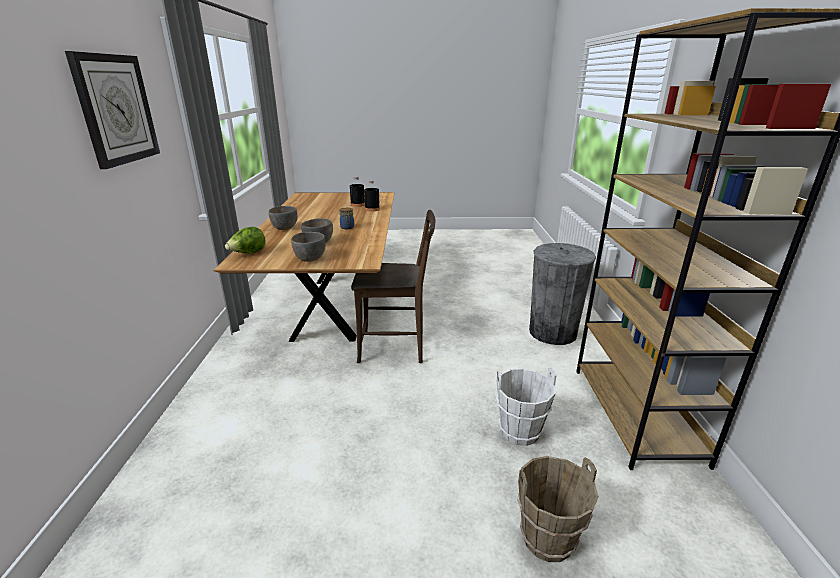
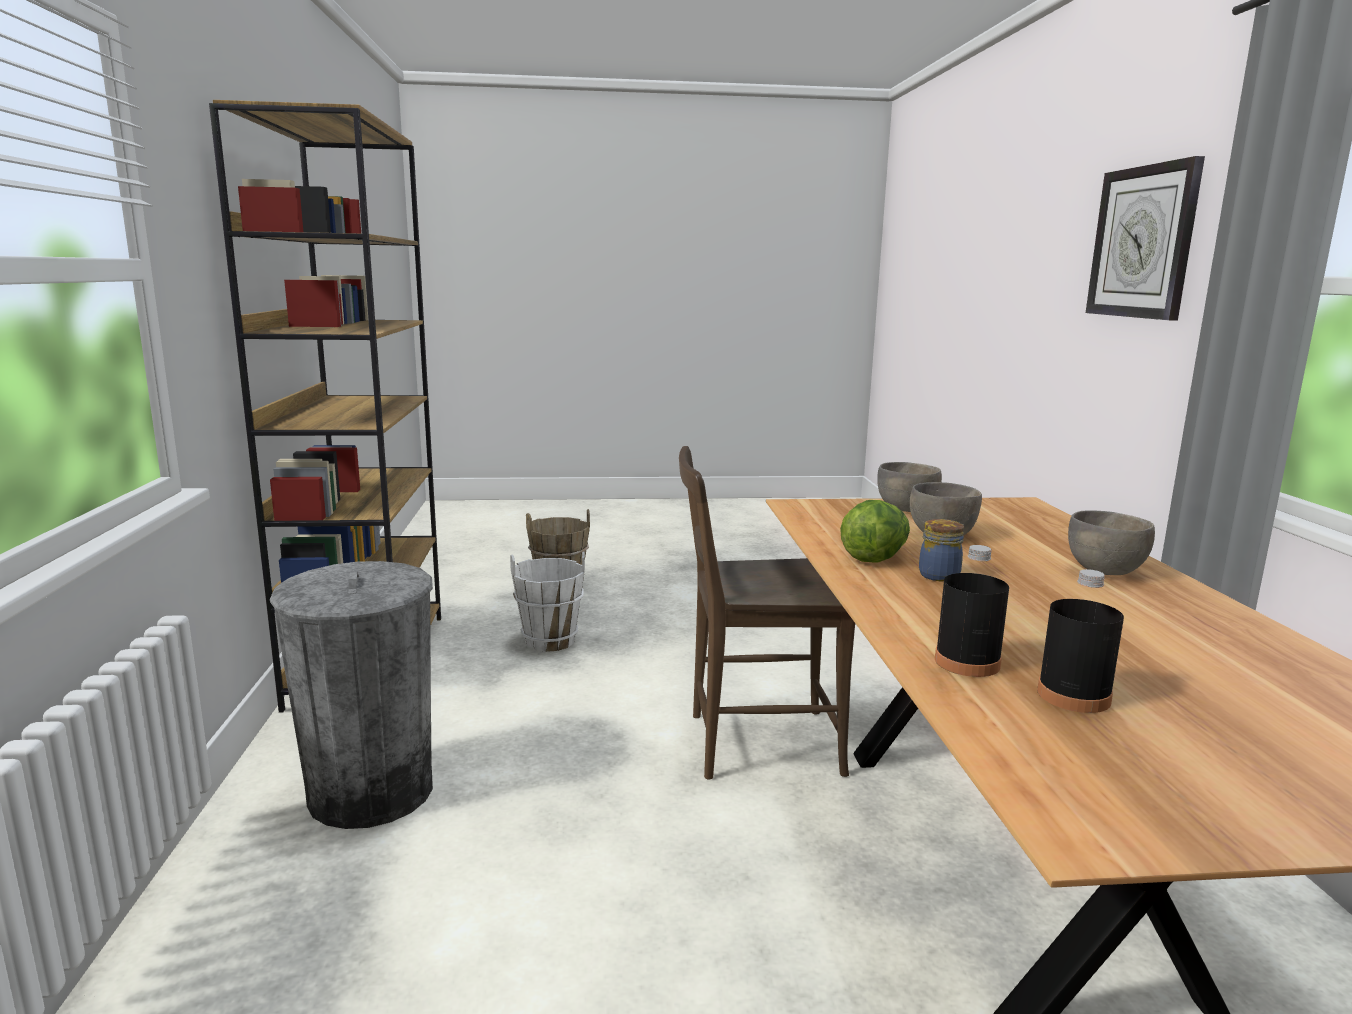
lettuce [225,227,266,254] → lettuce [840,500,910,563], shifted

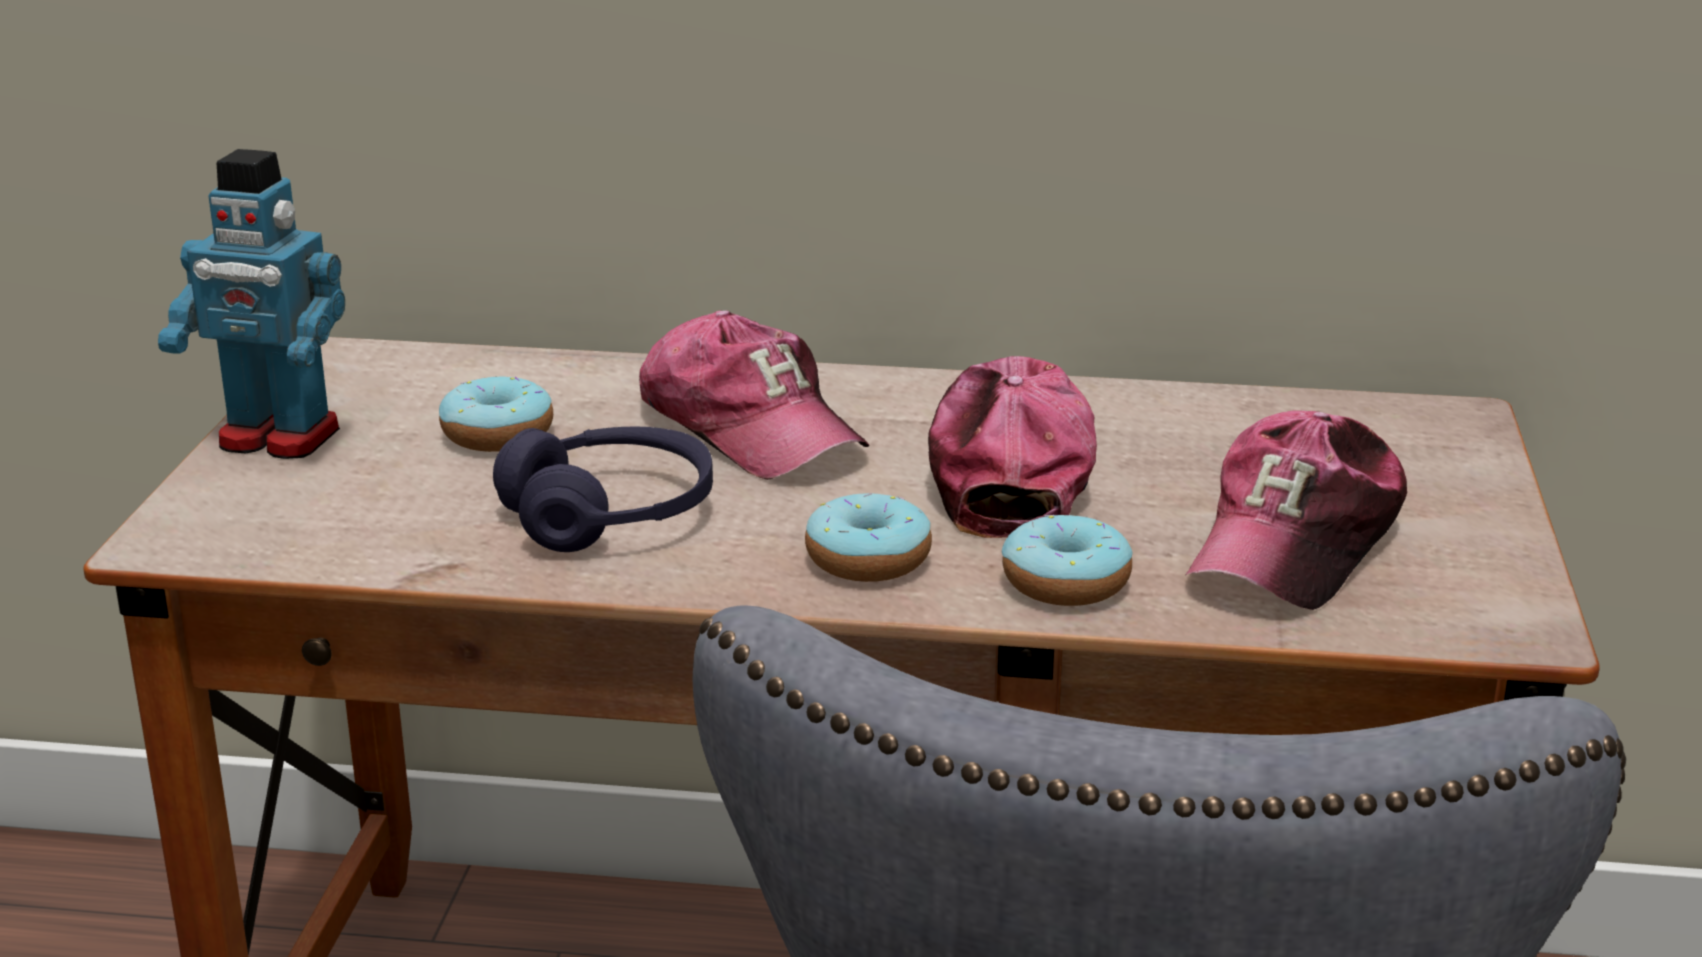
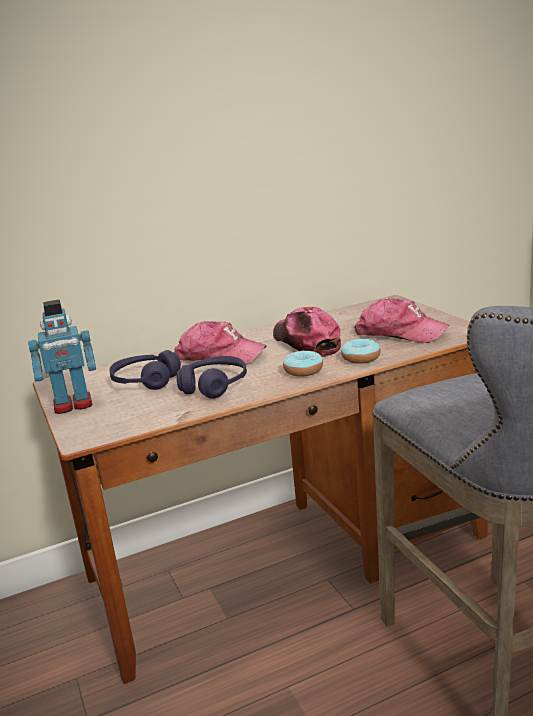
donut [439,376,553,452] → purple headphones [109,350,181,390]
cap [1185,410,1407,610] → cap [354,298,449,343], 60 degrees counterclockwise

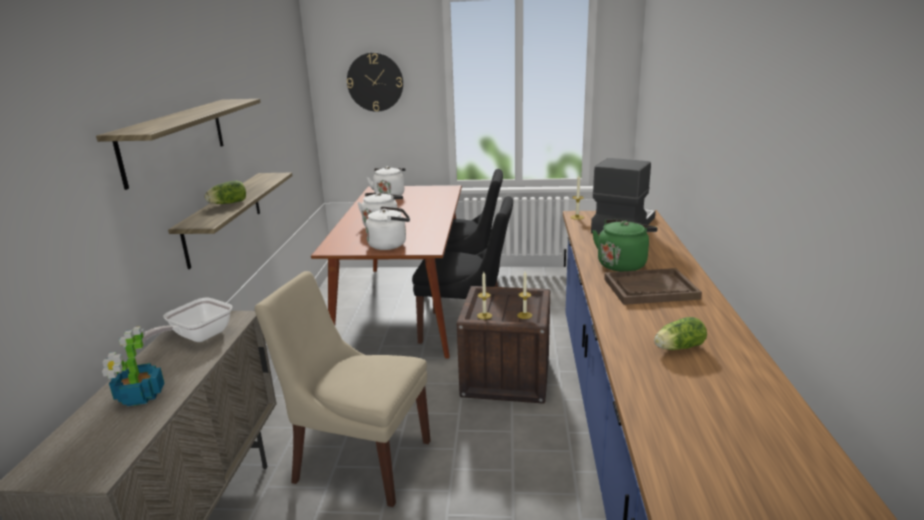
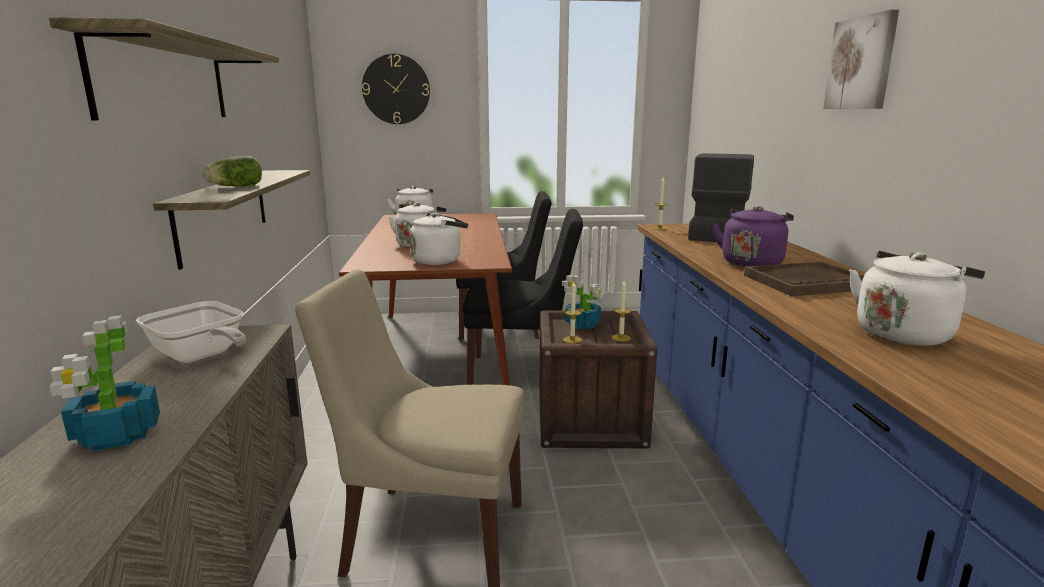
- → potted plant [562,275,604,330]
- → picture [823,9,899,109]
lettuce [654,317,707,350] → white kettle [849,251,985,346]
green kettle [592,219,658,272] → purple kettle [712,206,794,267]
frying pan [142,298,232,342] → frying pan [136,301,246,363], 75 degrees counterclockwise

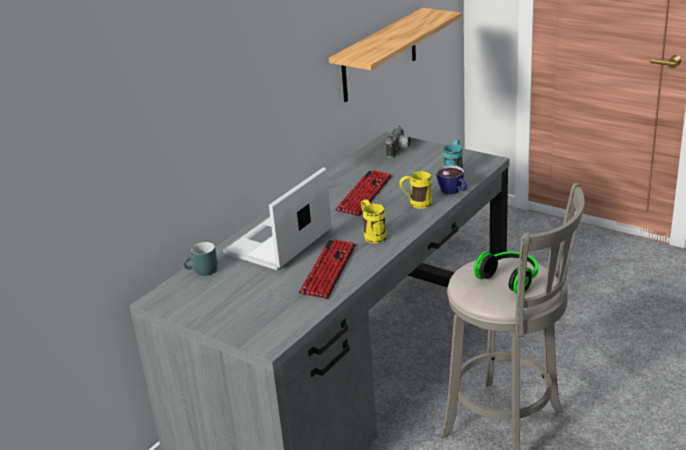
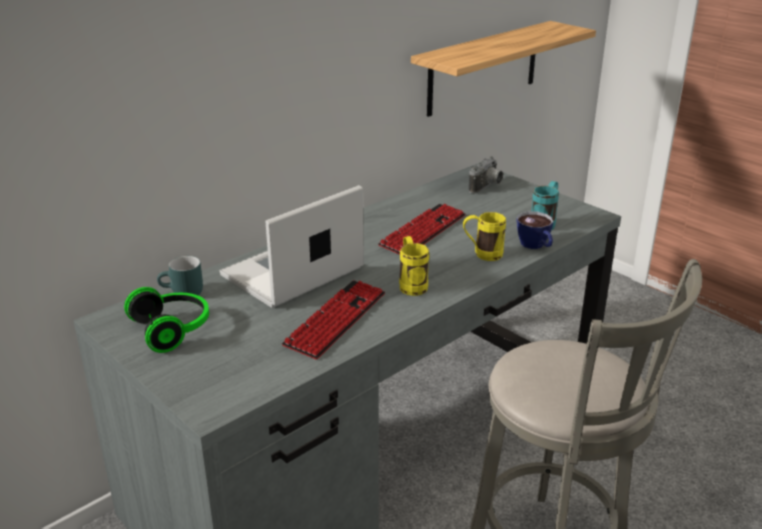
headphones [474,252,538,294] → headphones [124,287,209,353], shifted

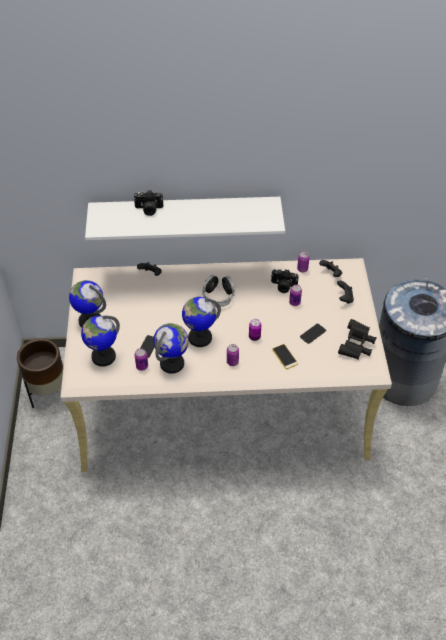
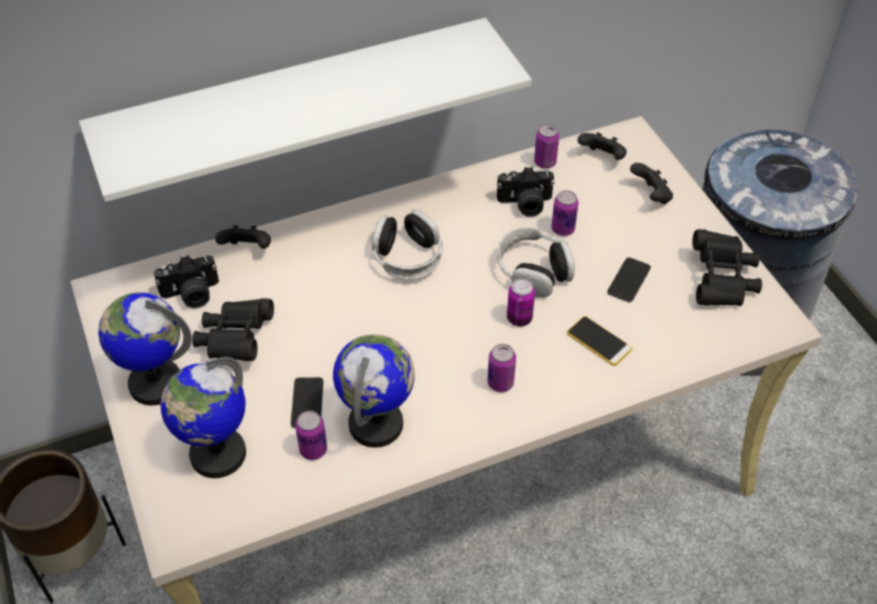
globe [182,297,221,347] → -
- → black binoculars [192,298,274,361]
- → headphones [497,227,575,298]
photo camera [134,190,163,216] → photo camera [154,255,219,308], shifted

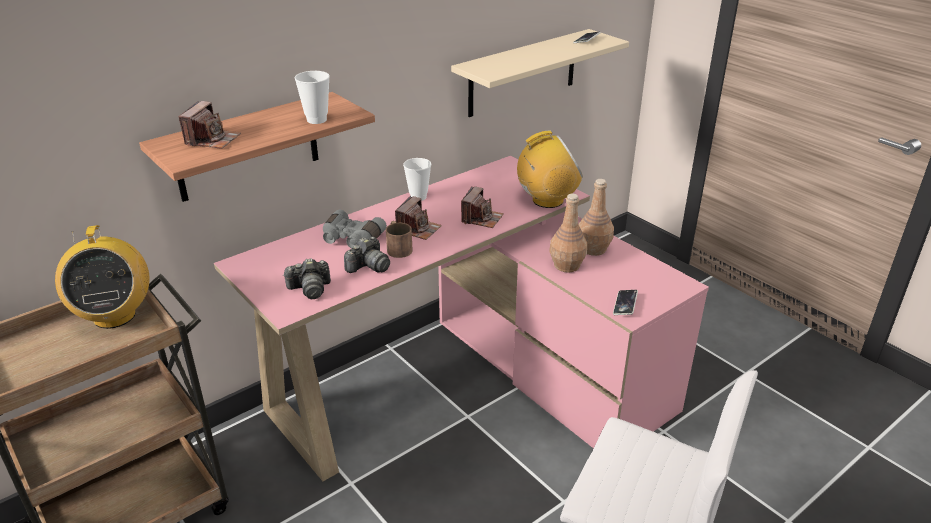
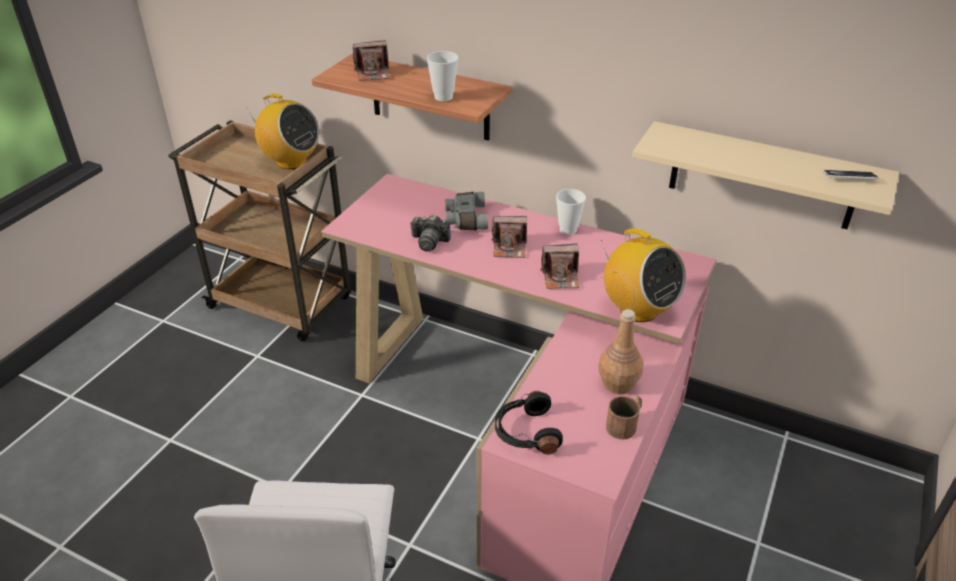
photo camera [283,258,331,299] → -
brown bottle [550,194,587,272] → -
brown mug [386,221,412,258] → brown mug [606,395,642,440], shifted
phone [613,290,638,315] → black headphones [495,391,563,455]
radio [55,225,150,329] → radio [247,94,319,169], 105 degrees counterclockwise

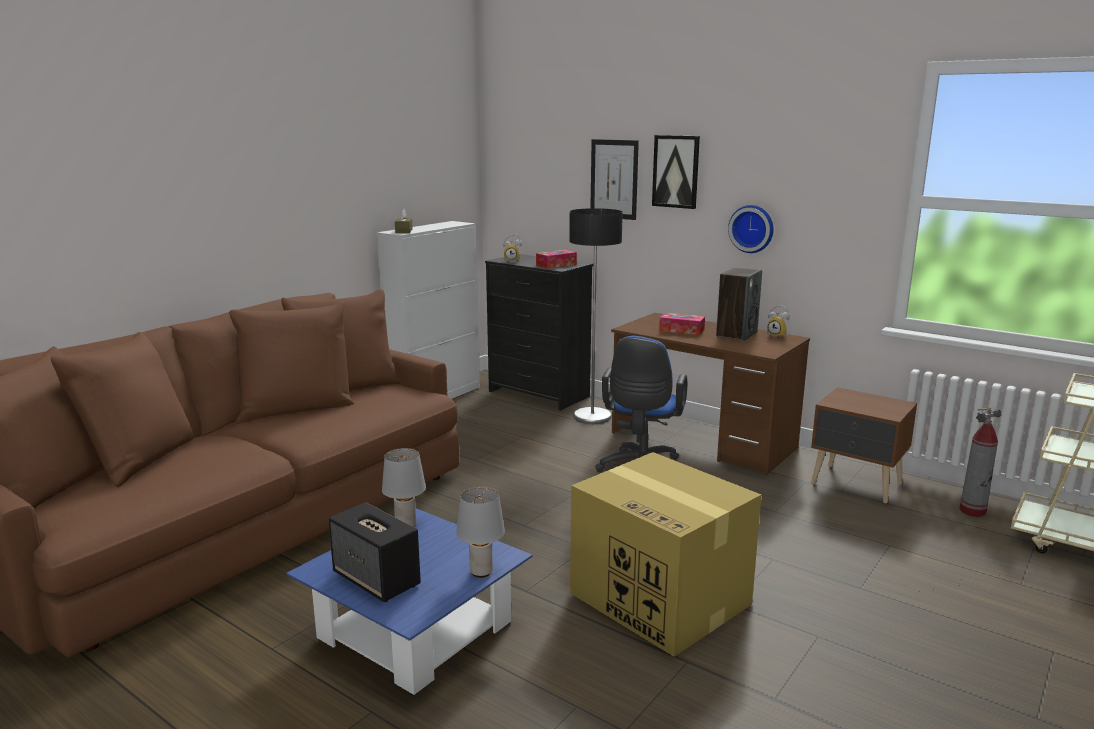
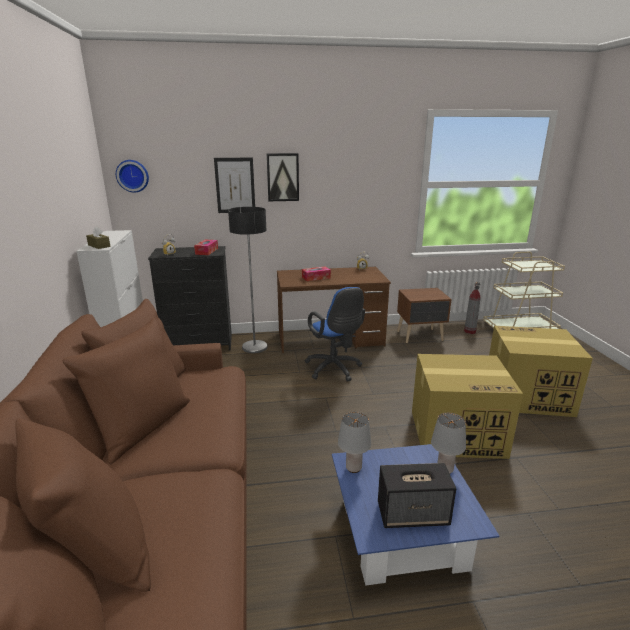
speaker [716,268,762,341] → -
- → cardboard box [489,326,593,417]
wall clock [728,205,774,253] → wall clock [116,160,149,193], shifted

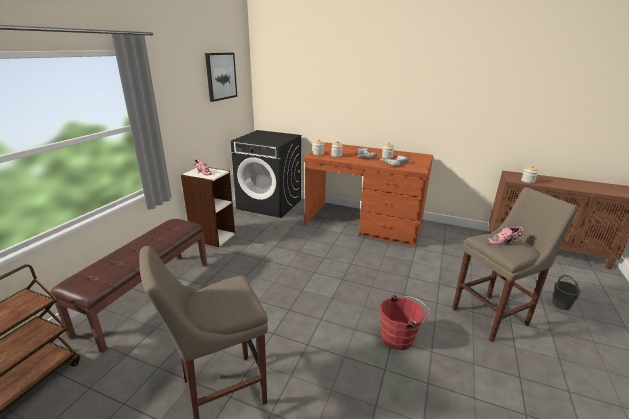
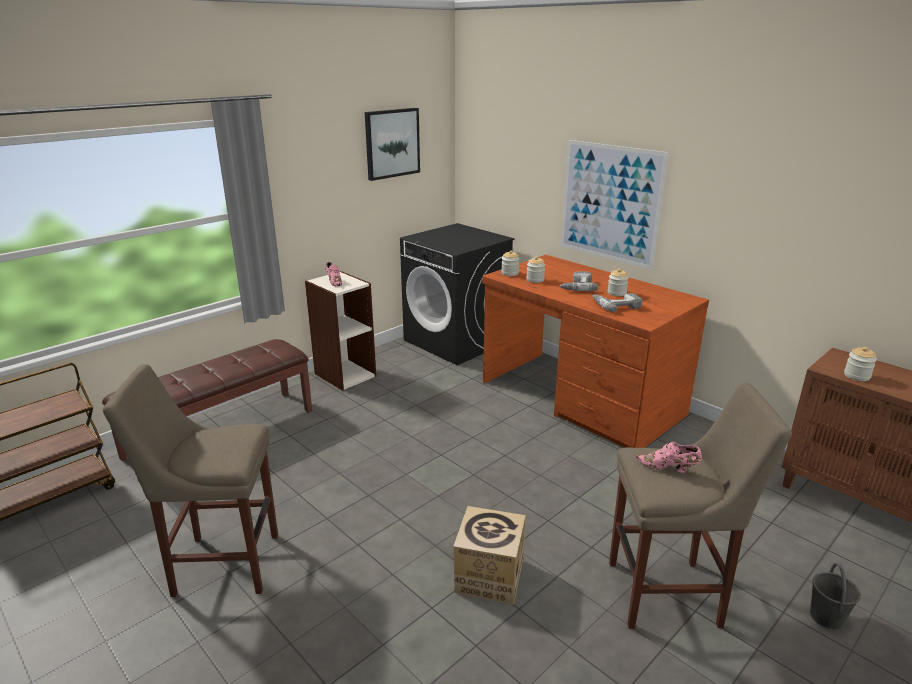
- → picture [561,140,669,270]
red bucket [380,295,430,350] → cardboard box [453,506,526,605]

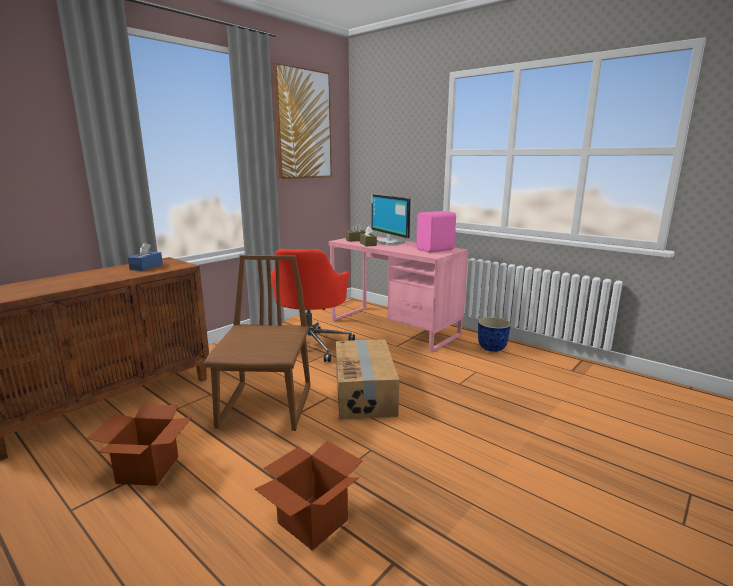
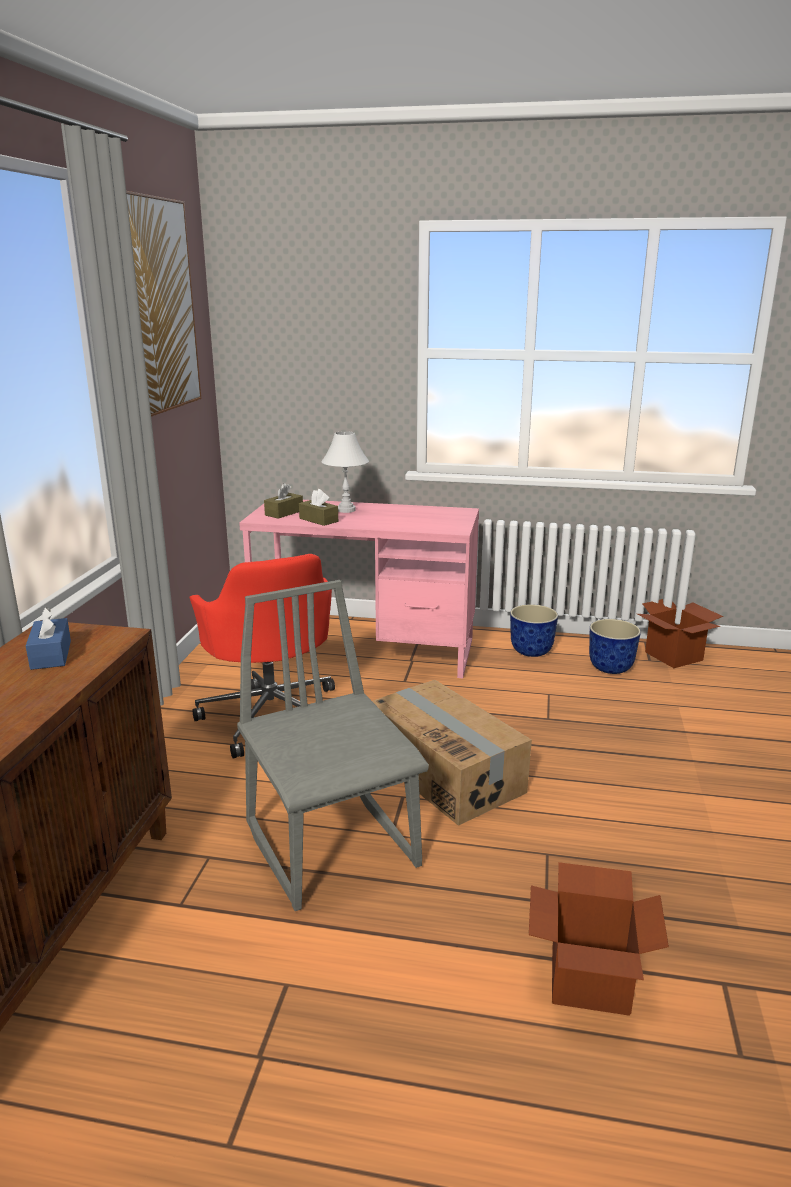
pink speaker [416,211,456,253] → -
- → planter [589,619,641,674]
cardboard box [87,404,192,486] → cardboard box [637,599,723,668], shifted
monitor [371,194,412,246] → white table lamp [322,431,369,513]
brown chair [204,255,311,431] → grey chair [237,580,429,911]

